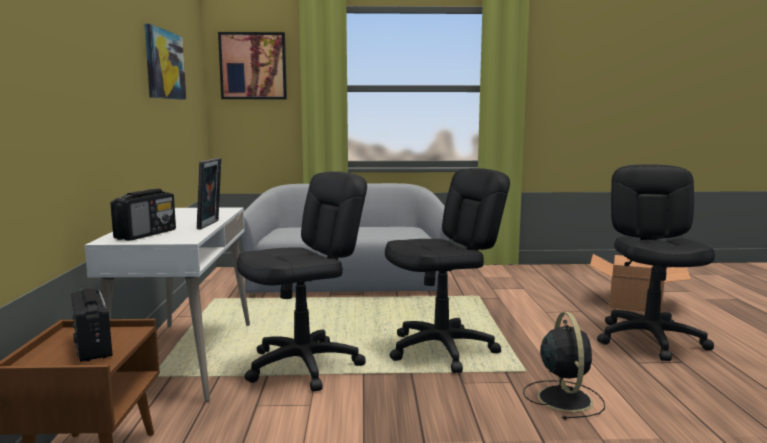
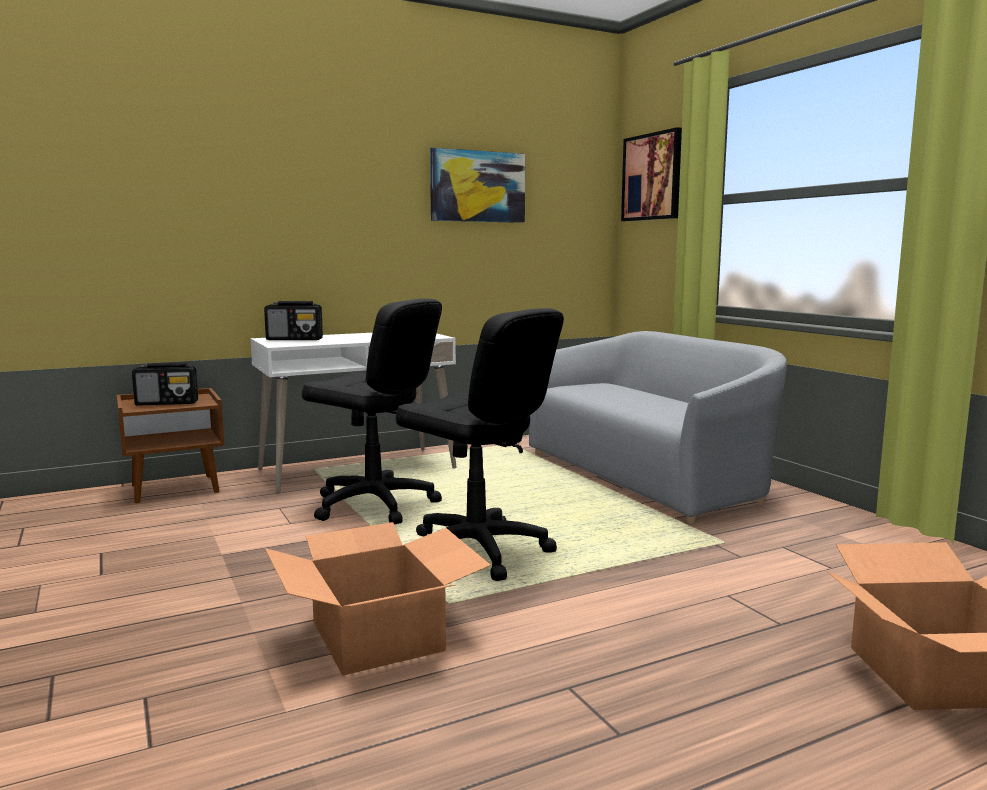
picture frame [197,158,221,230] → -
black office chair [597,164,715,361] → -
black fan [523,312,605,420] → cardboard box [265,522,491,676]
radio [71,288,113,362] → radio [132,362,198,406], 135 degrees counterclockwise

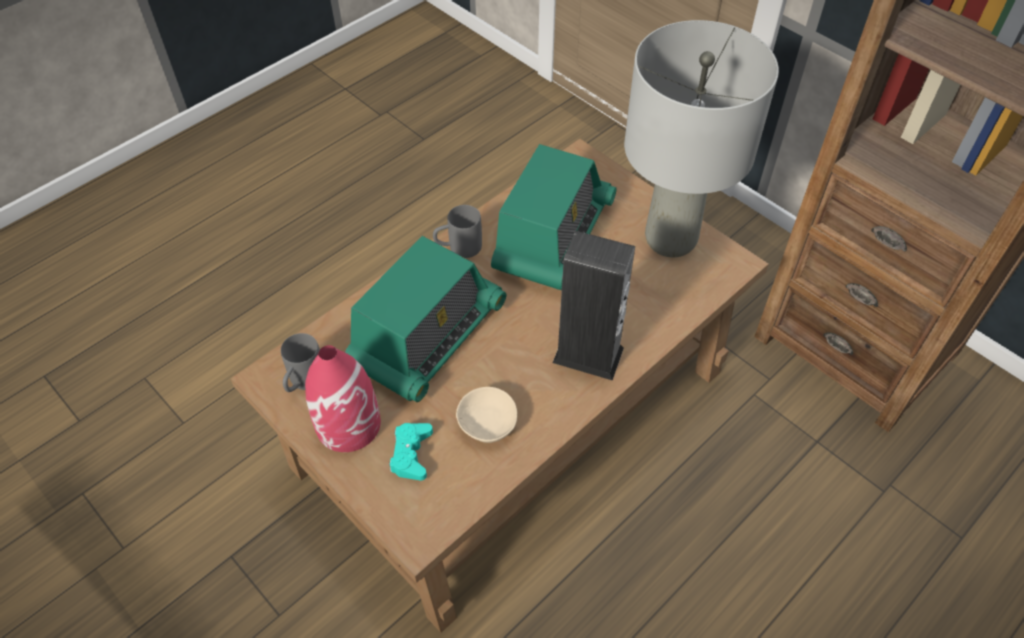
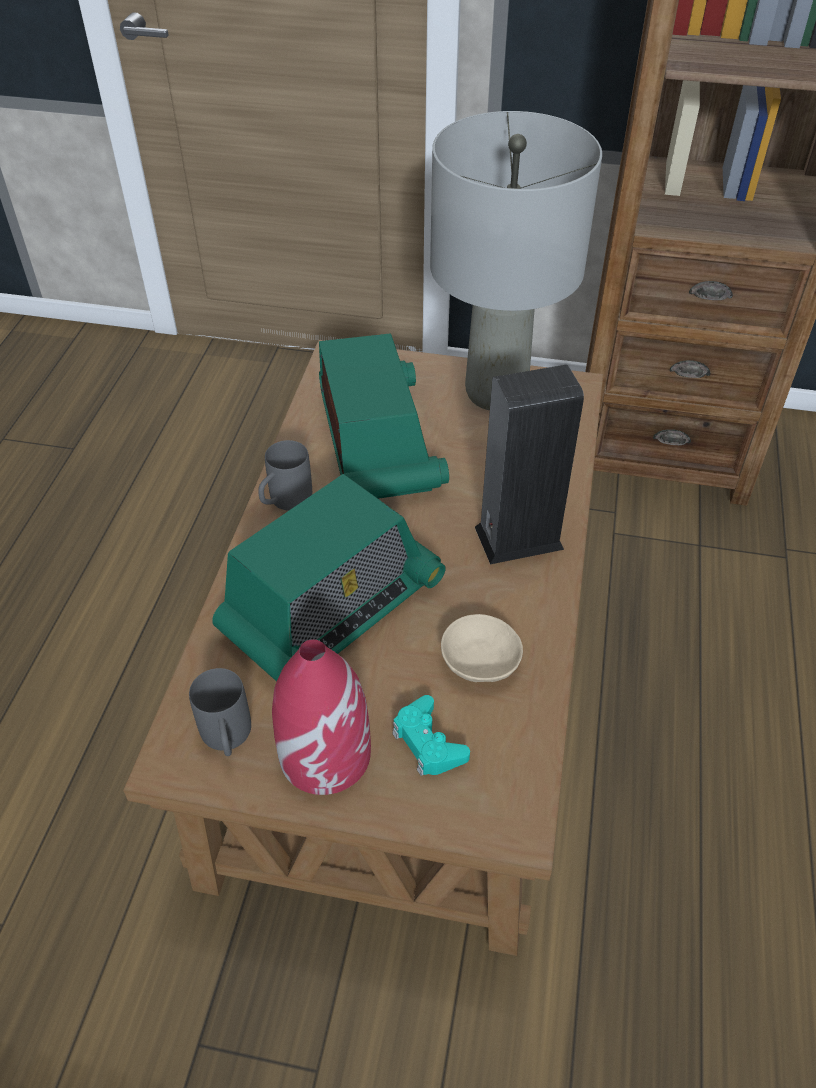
radio [345,236,506,402] → radio [212,474,446,681], 45 degrees clockwise

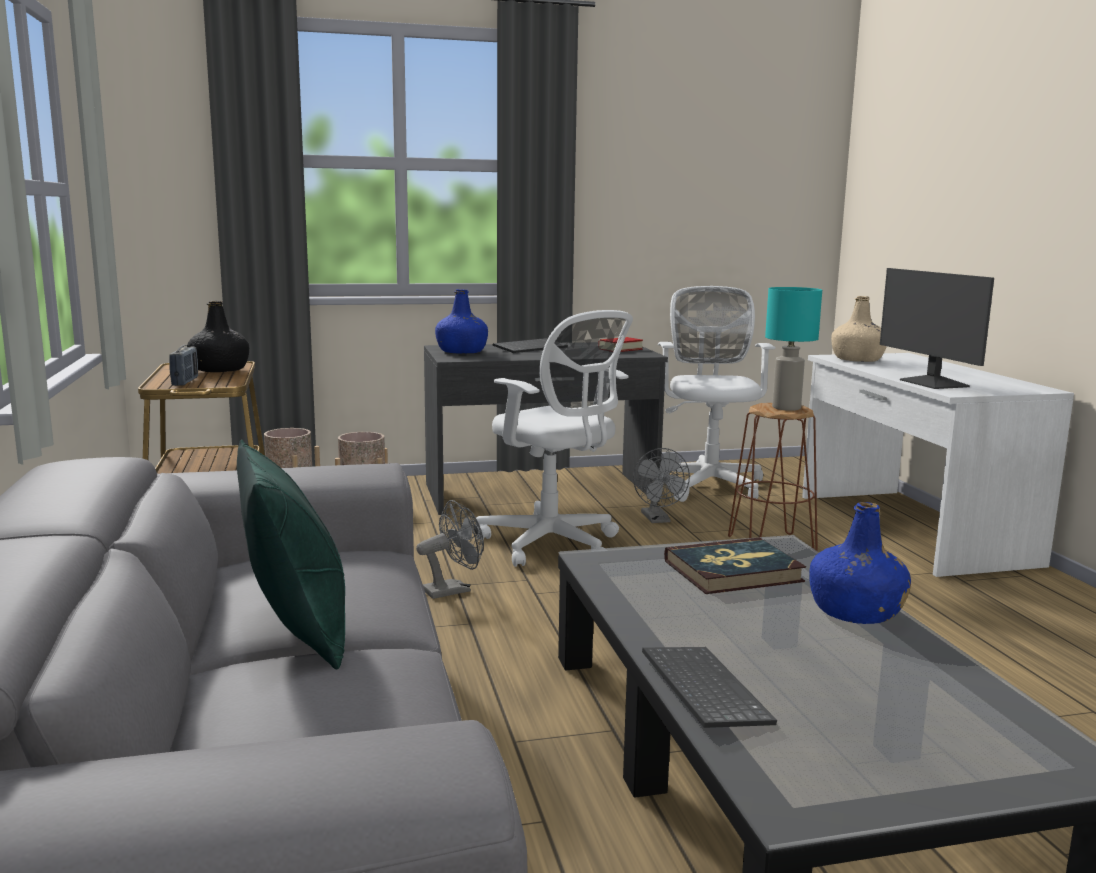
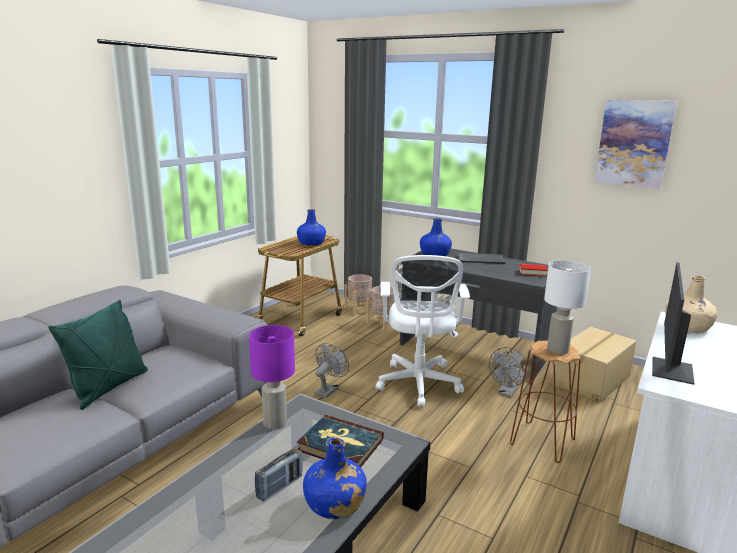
keyboard [642,647,777,728] → -
- → purple table lamp [249,325,295,429]
- → picture [594,100,677,189]
radio [169,345,198,386] → radio [255,448,303,502], shifted
white office chair [658,286,775,502] → cardboard box [553,327,636,403]
black bottle [188,301,249,372] → blue bottle [297,209,326,245]
turquoise table lamp [765,287,822,411] → white table lamp [544,260,591,355]
grey fan [416,500,484,599] → grey fan [315,343,349,398], 75 degrees counterclockwise

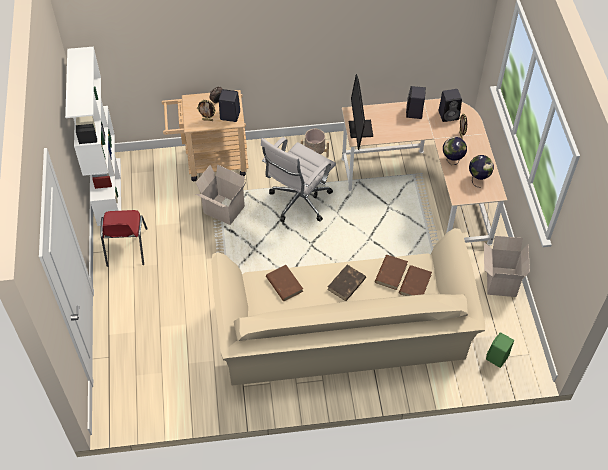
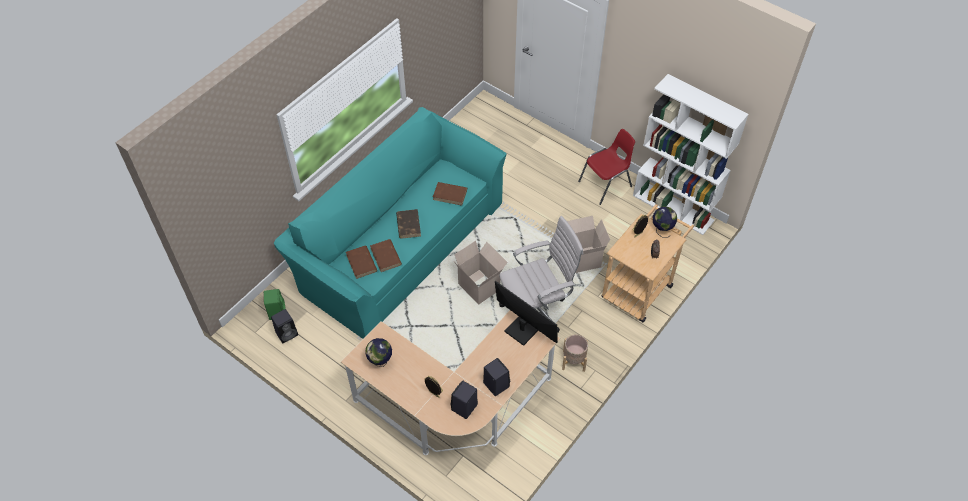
black speaker [219,89,240,122] → black speaker [271,309,298,343], shifted
globe [443,137,467,165] → globe [653,207,677,238], shifted
cardboard box [484,236,530,297] → cardboard box [455,241,508,305], shifted
beige sofa [211,228,485,386] → turquoise sofa [274,107,507,339]
red chair [100,210,148,267] → red chair [578,129,635,205], 105 degrees clockwise
white office chair [261,137,336,222] → white office chair [499,216,583,333], 75 degrees clockwise

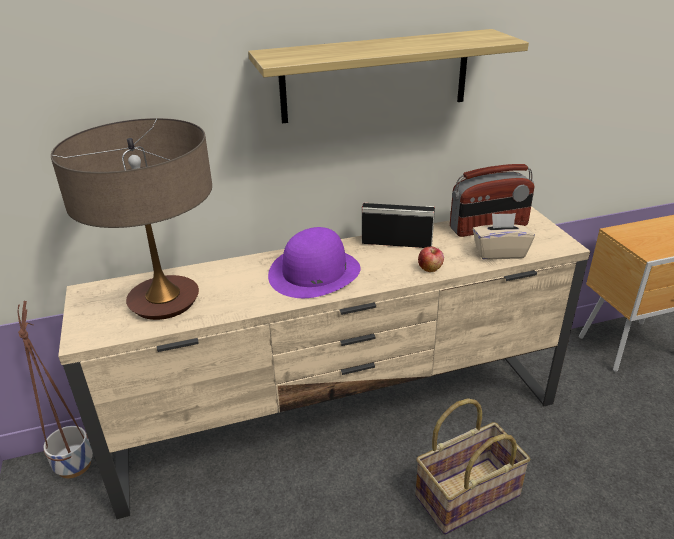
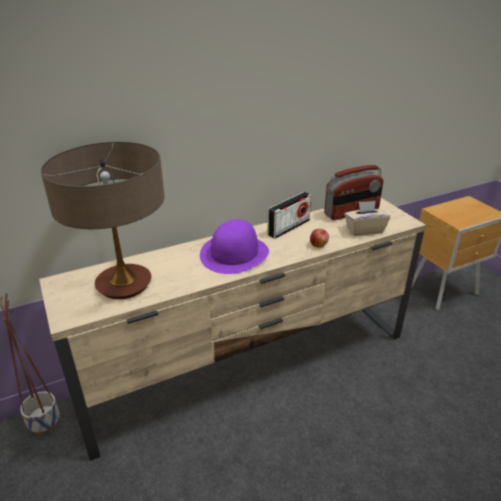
shelf [248,29,529,123] → -
basket [415,398,530,535] → -
radio [362,202,435,248] → radio [268,192,311,239], 135 degrees clockwise

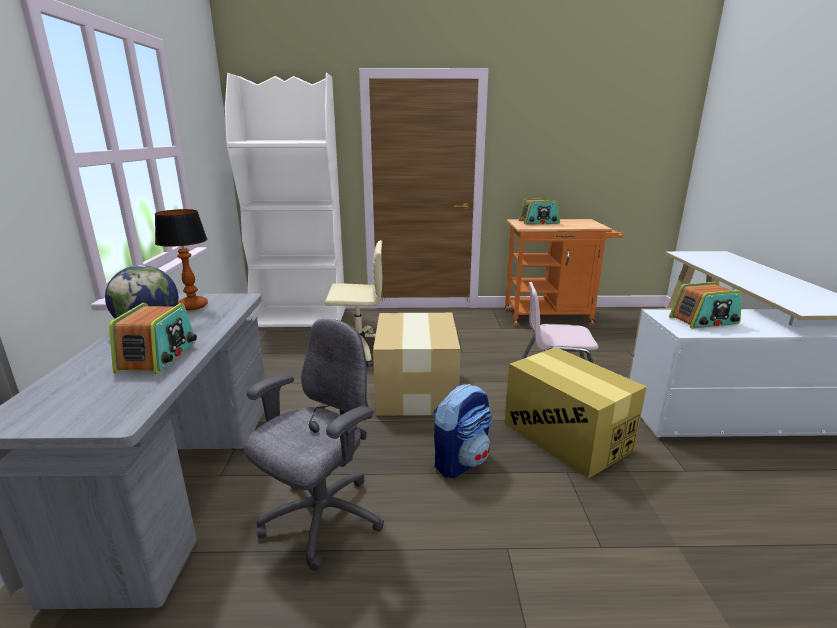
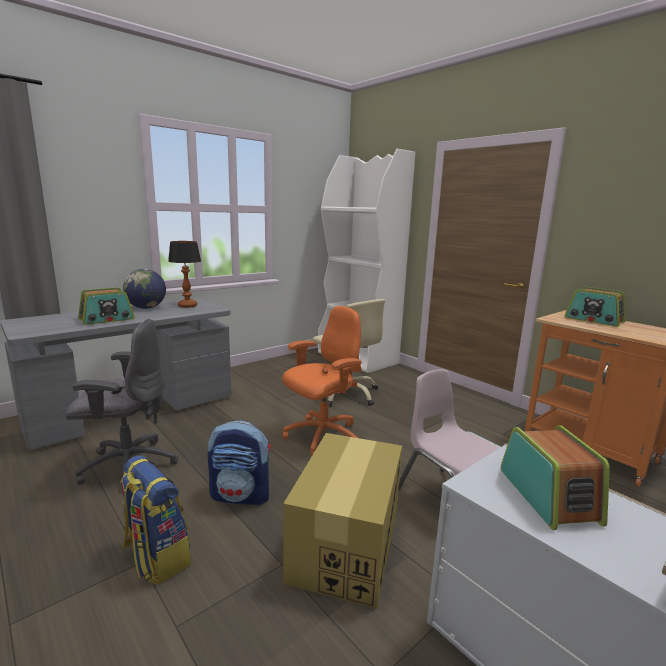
- → backpack [120,455,191,585]
cardboard box [373,313,461,416] → orange office chair [282,306,362,455]
radio [669,282,742,329] → radio [501,425,610,530], 135 degrees counterclockwise

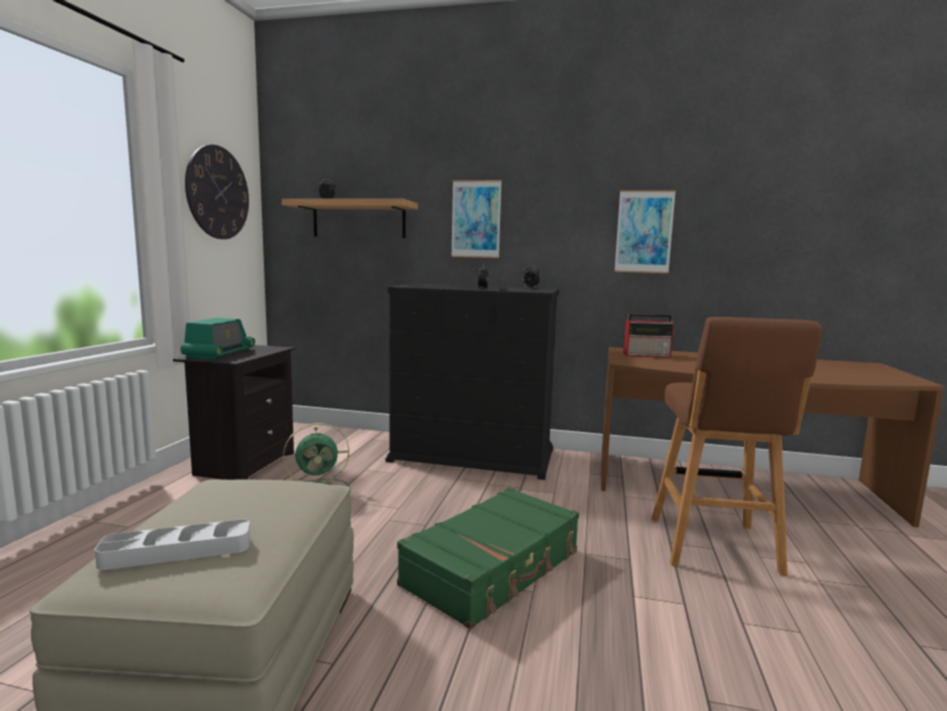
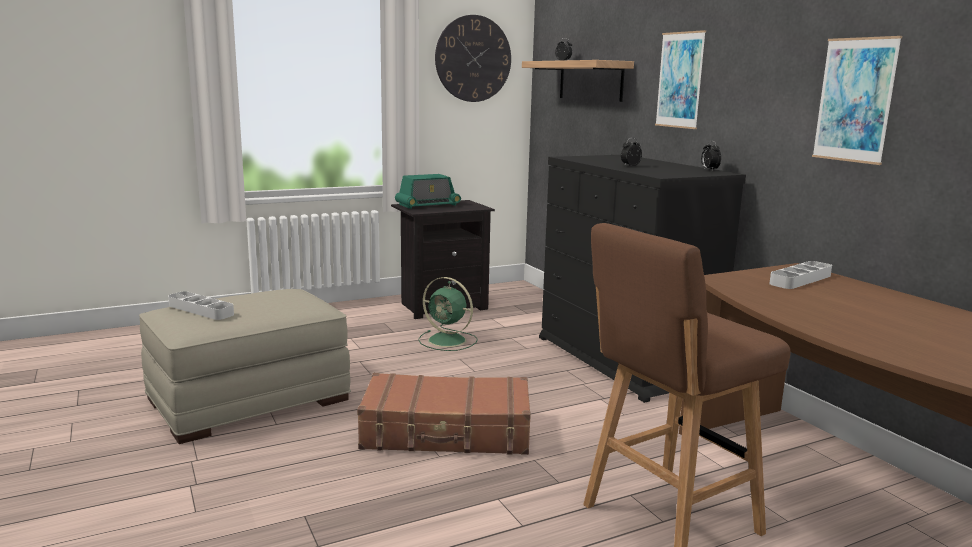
radio [623,314,674,357] → grey tray [769,261,832,289]
green suitcase [397,487,579,629] → brown suitcase [357,373,531,455]

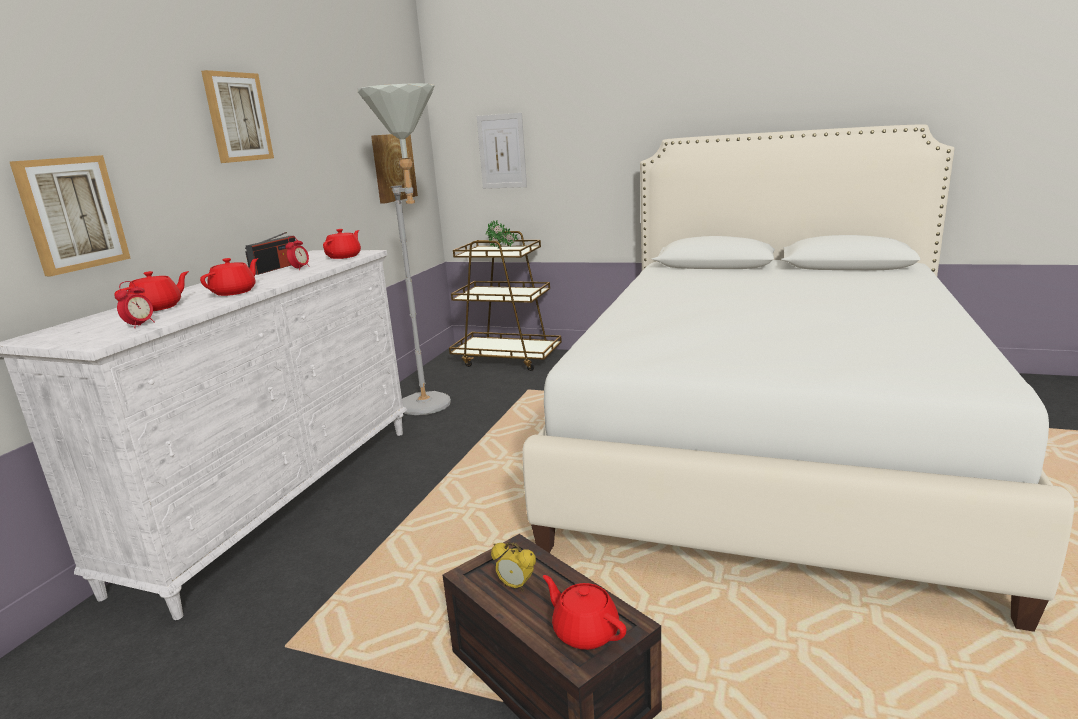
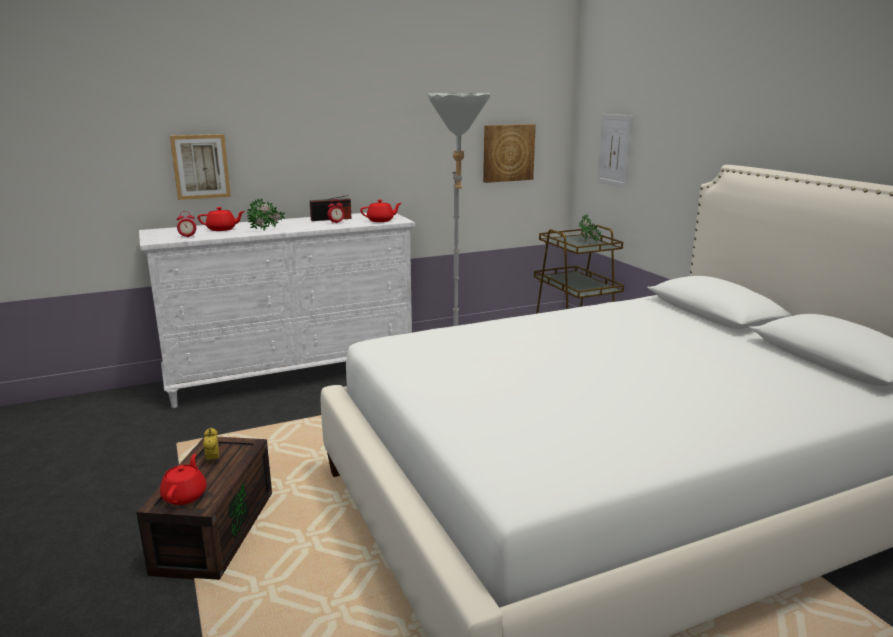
picture [201,70,274,163] → -
red teapot [200,258,258,296] → potted plant [247,198,285,230]

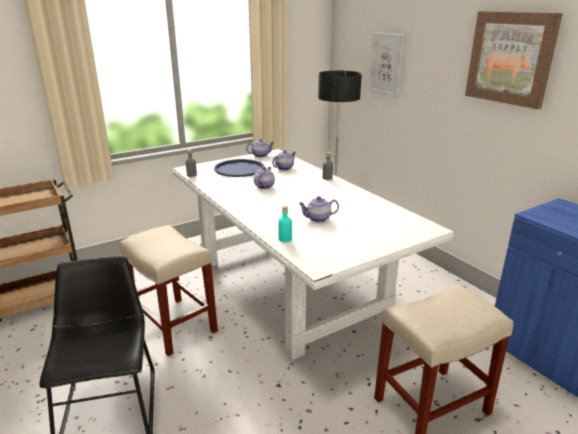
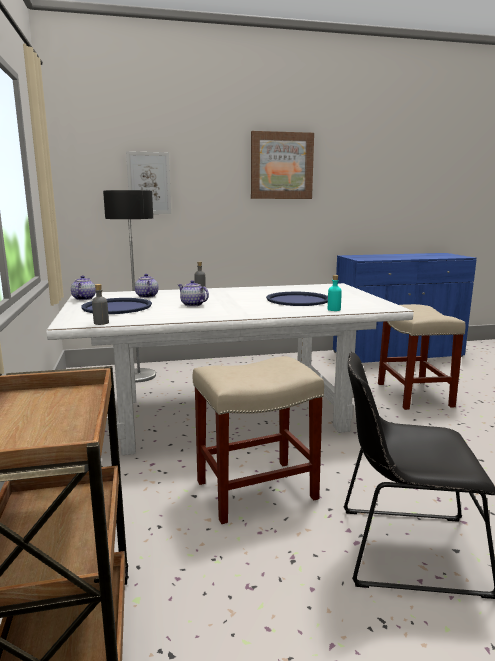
teapot [298,196,339,223] → blue tray [266,292,328,306]

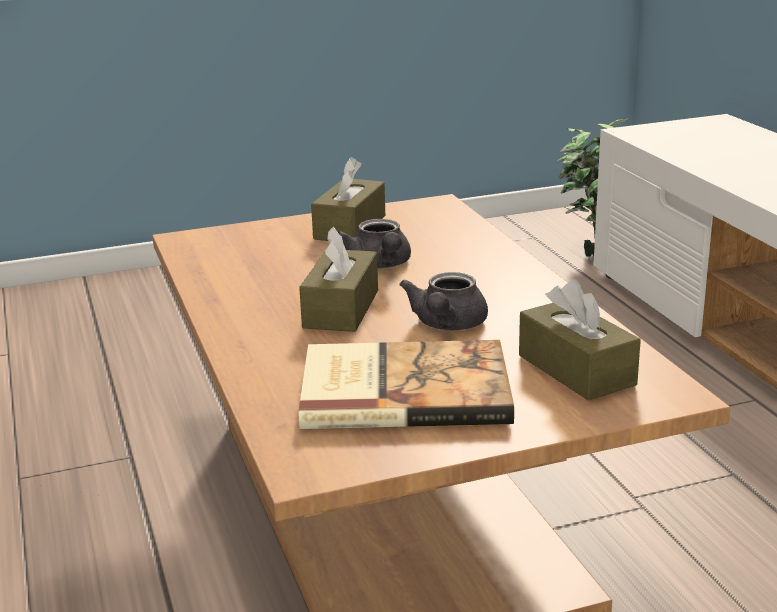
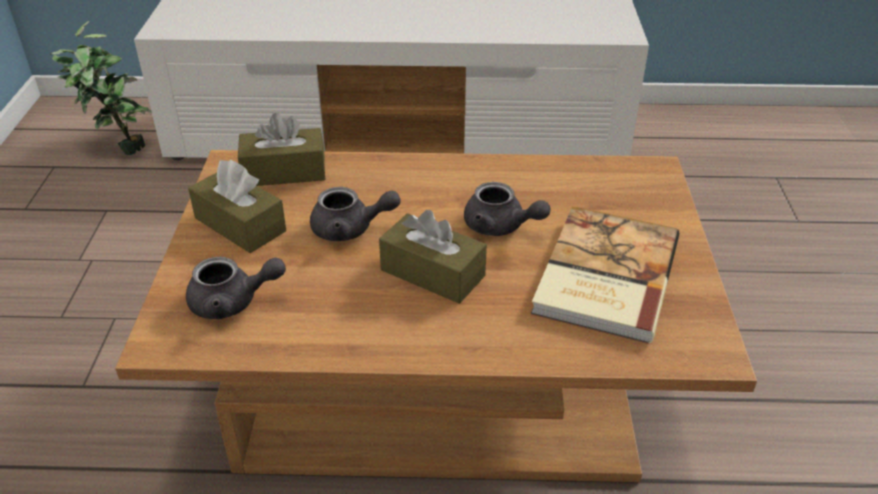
- → grey teapot [186,257,286,319]
brown tissue box [519,279,641,401] → brown tissue box [238,113,325,186], shifted

